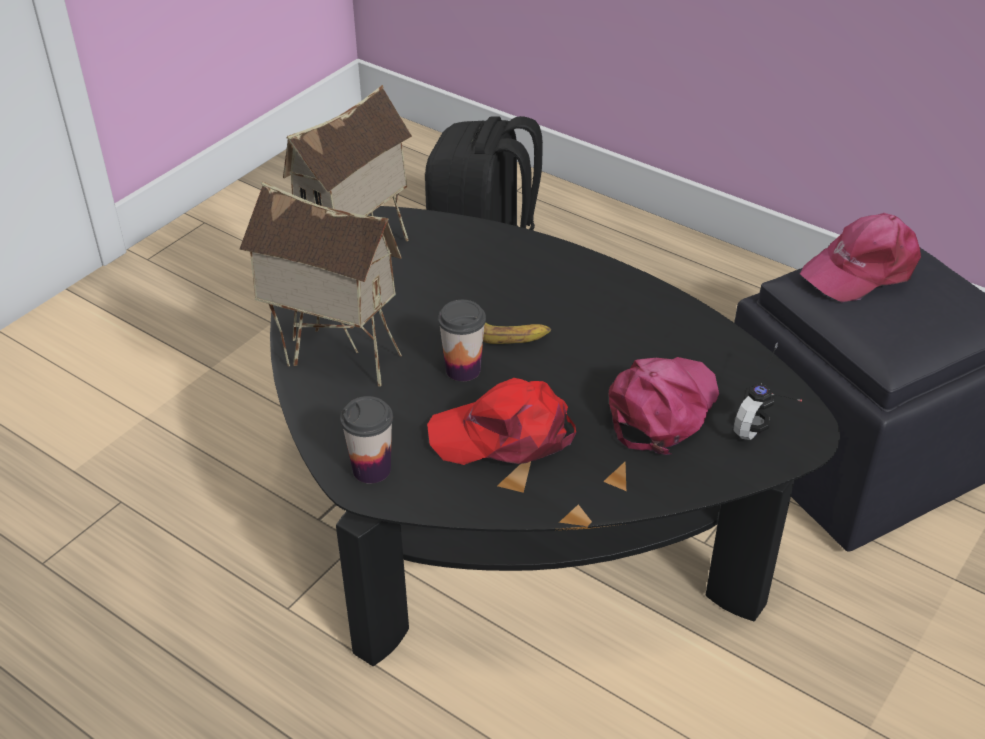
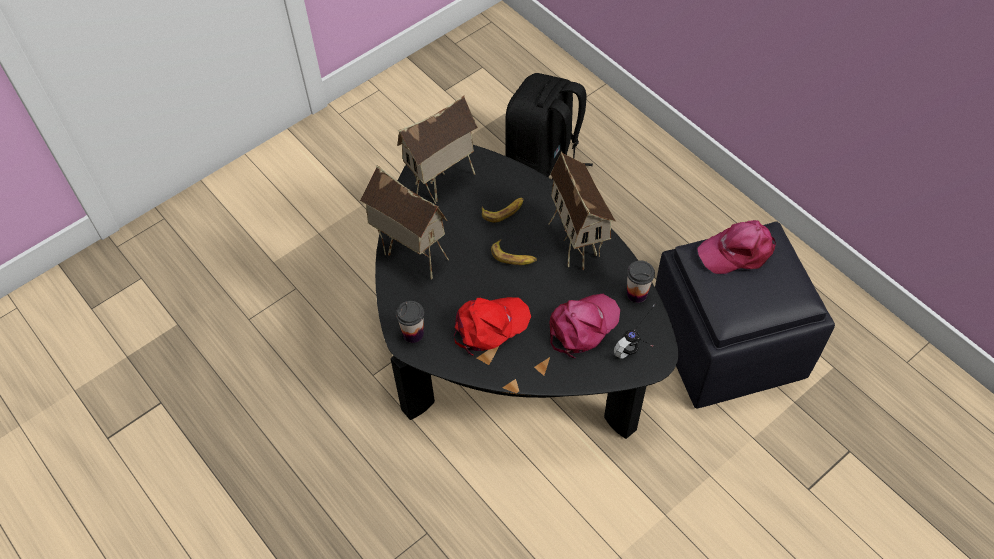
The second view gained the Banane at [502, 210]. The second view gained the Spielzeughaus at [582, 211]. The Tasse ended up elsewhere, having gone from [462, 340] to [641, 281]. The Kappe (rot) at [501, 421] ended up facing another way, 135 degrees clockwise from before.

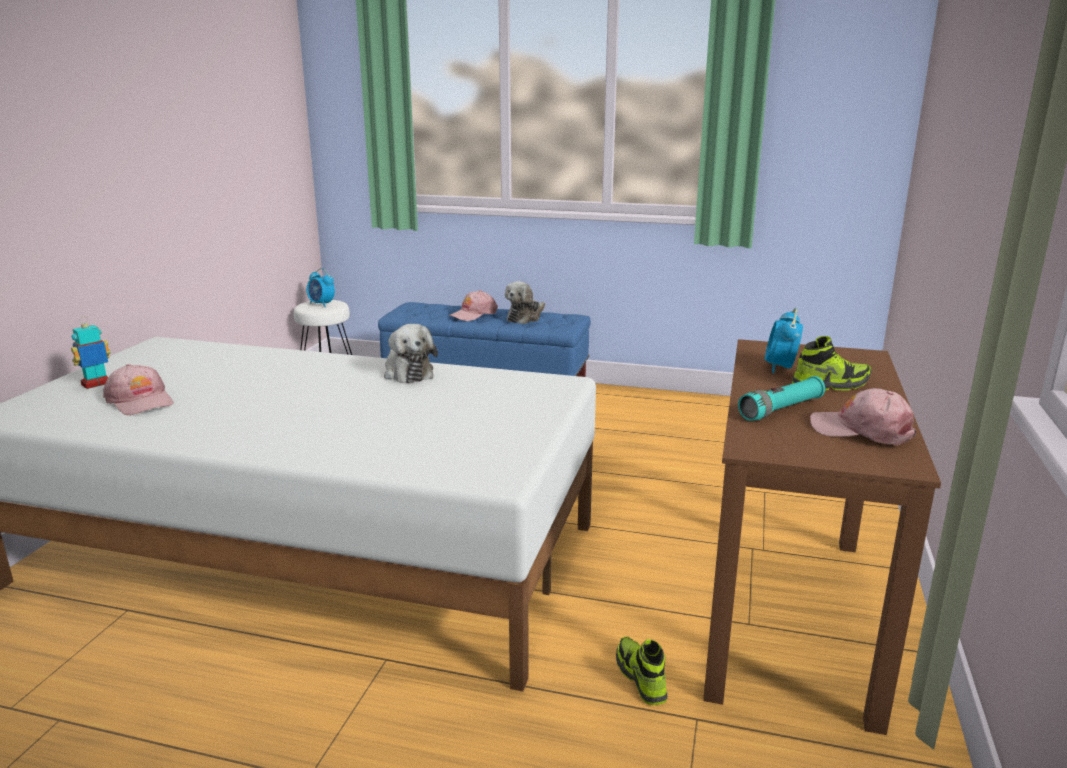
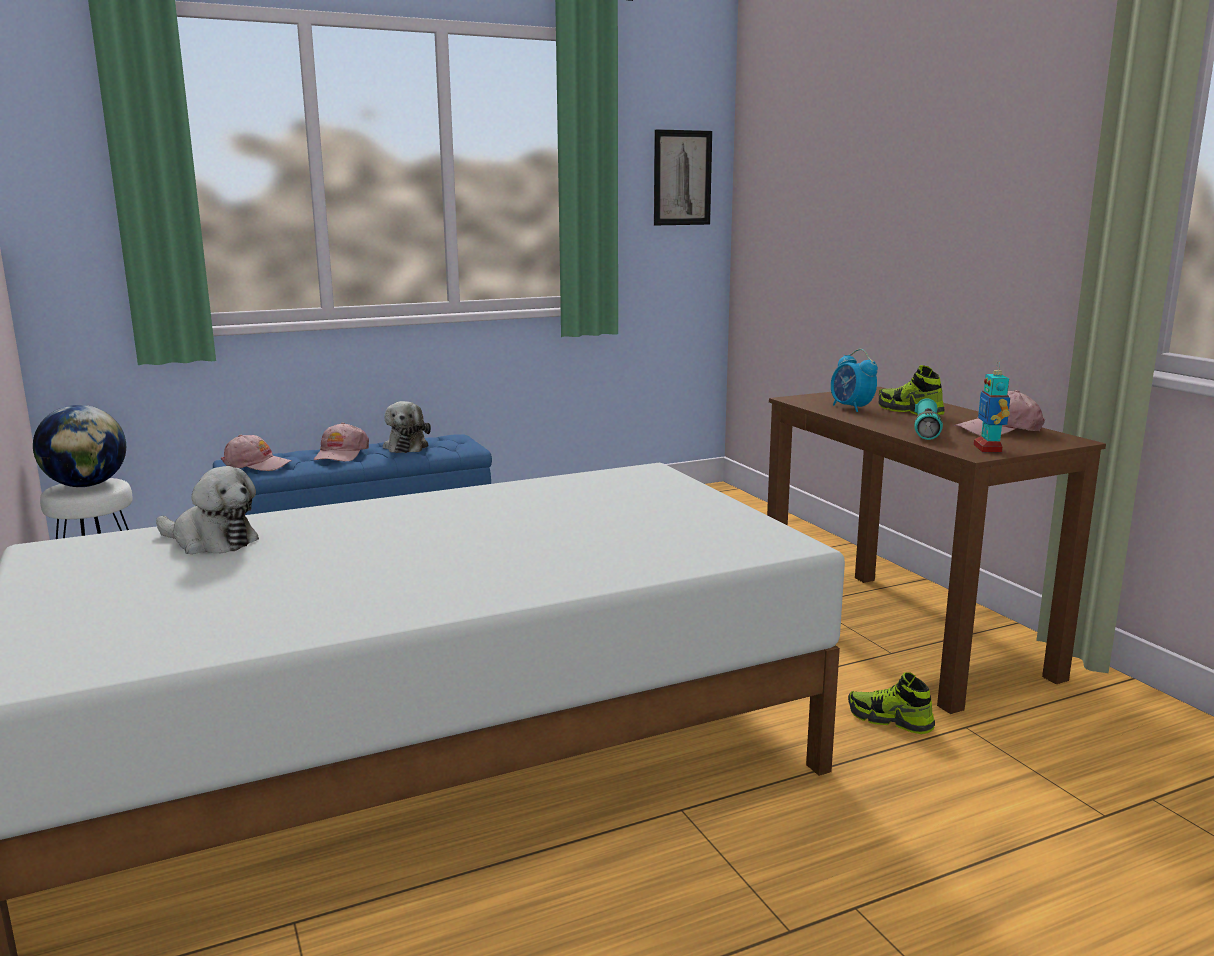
The second view gained the Bild at [683, 177]. The Spielzeugroboter ended up elsewhere, having gone from [91, 353] to [992, 406]. The Kappe (rosa) ended up elsewhere, having gone from [138, 389] to [256, 453]. The Plüschtier ended up elsewhere, having gone from [411, 353] to [207, 510]. Where the Wecker stood at [321, 287], the Globus came to stand at [79, 446]. The Schuh at [832, 363] ended up facing another way, 75 degrees counterclockwise from before.

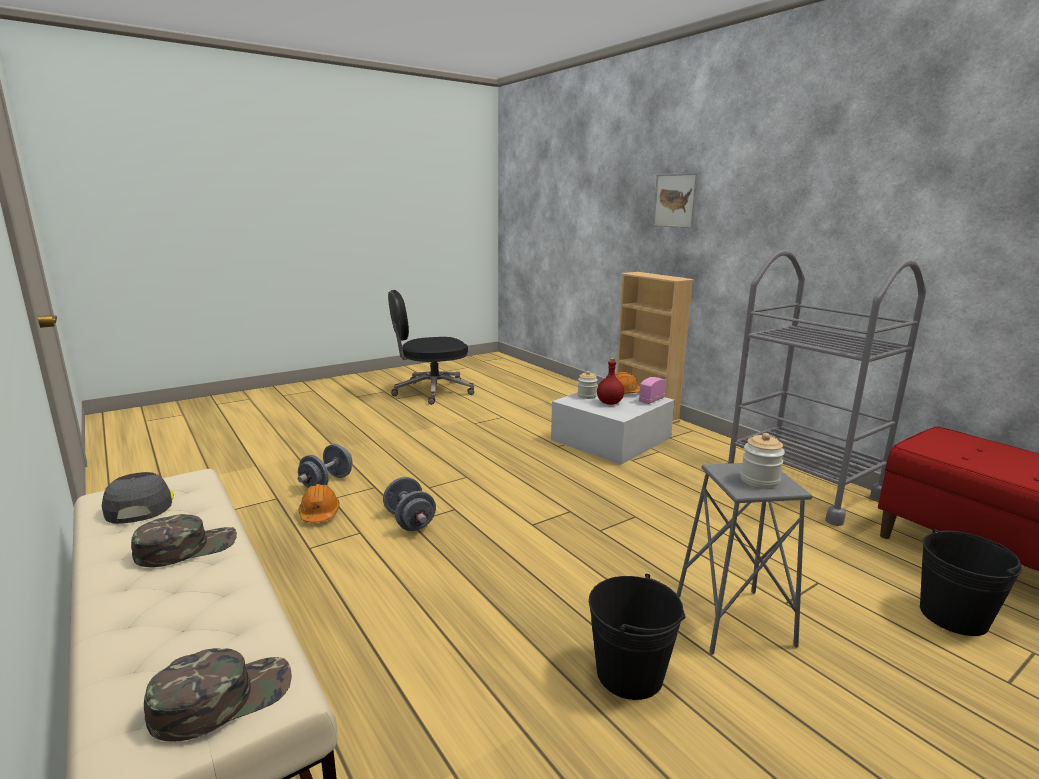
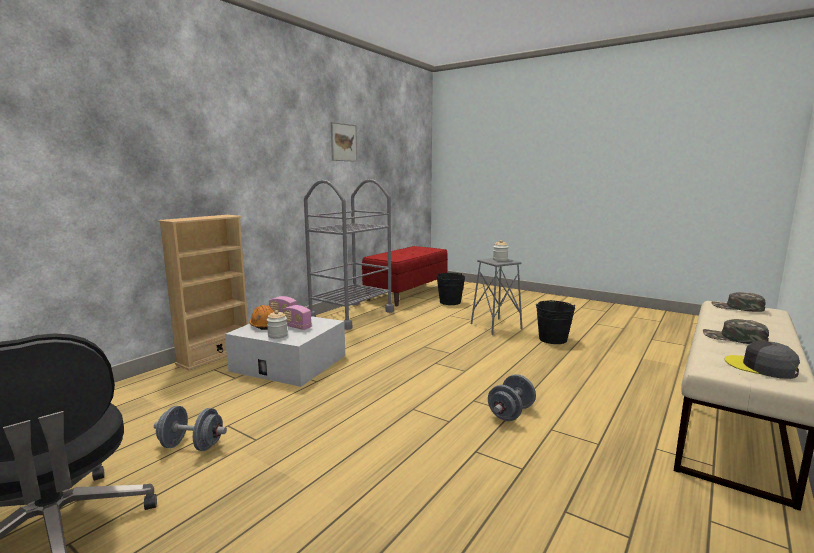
The second view lost the Schutzhelm (orange) at [319, 503]. The Hantel (grau) ended up elsewhere, having gone from [325, 466] to [190, 428]. The Bild ended up elsewhere, having gone from [675, 200] to [344, 142]. Where the Flasche (rot) stood at [610, 381], the Radio came to stand at [297, 317]. The Kappe (grau) at [138, 498] ended up facing another way, 90 degrees clockwise from before.

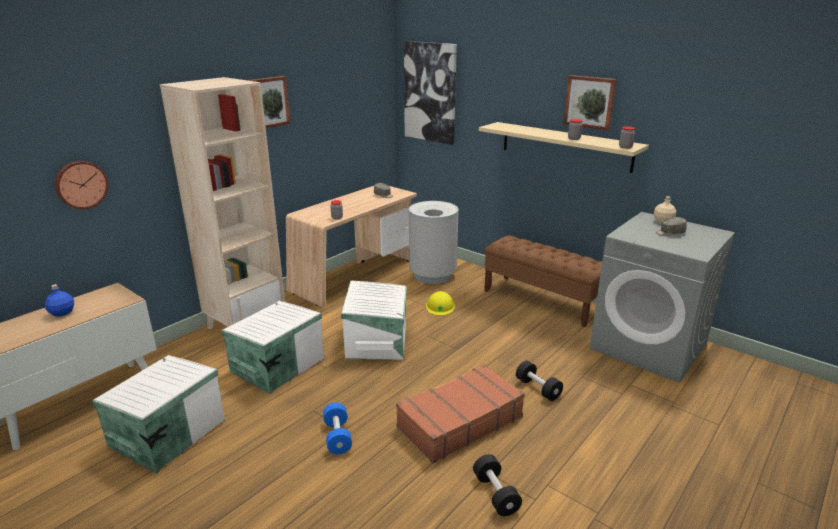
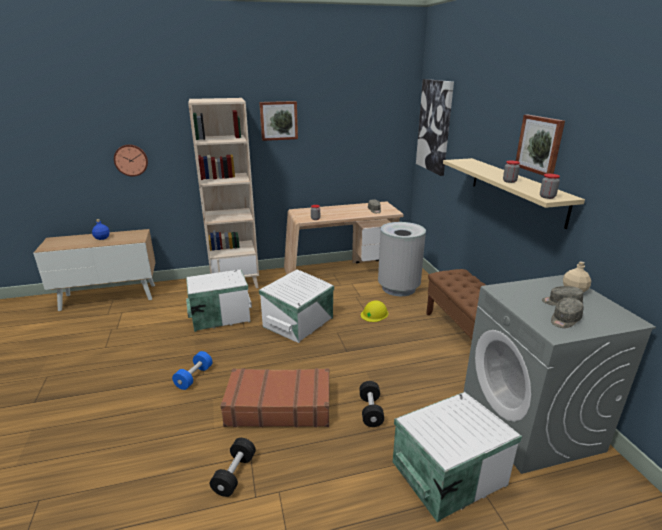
The second view gained the Kappe (grau) at [567, 313]. The Aufbewahrungsbox (weiß) ended up elsewhere, having gone from [158, 414] to [457, 457].

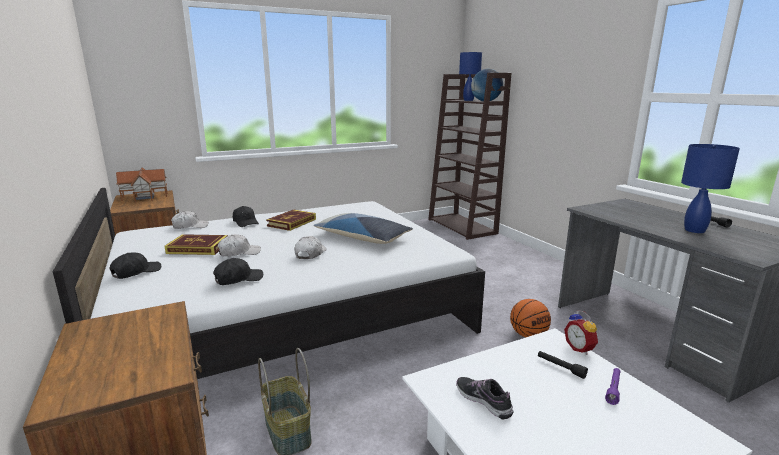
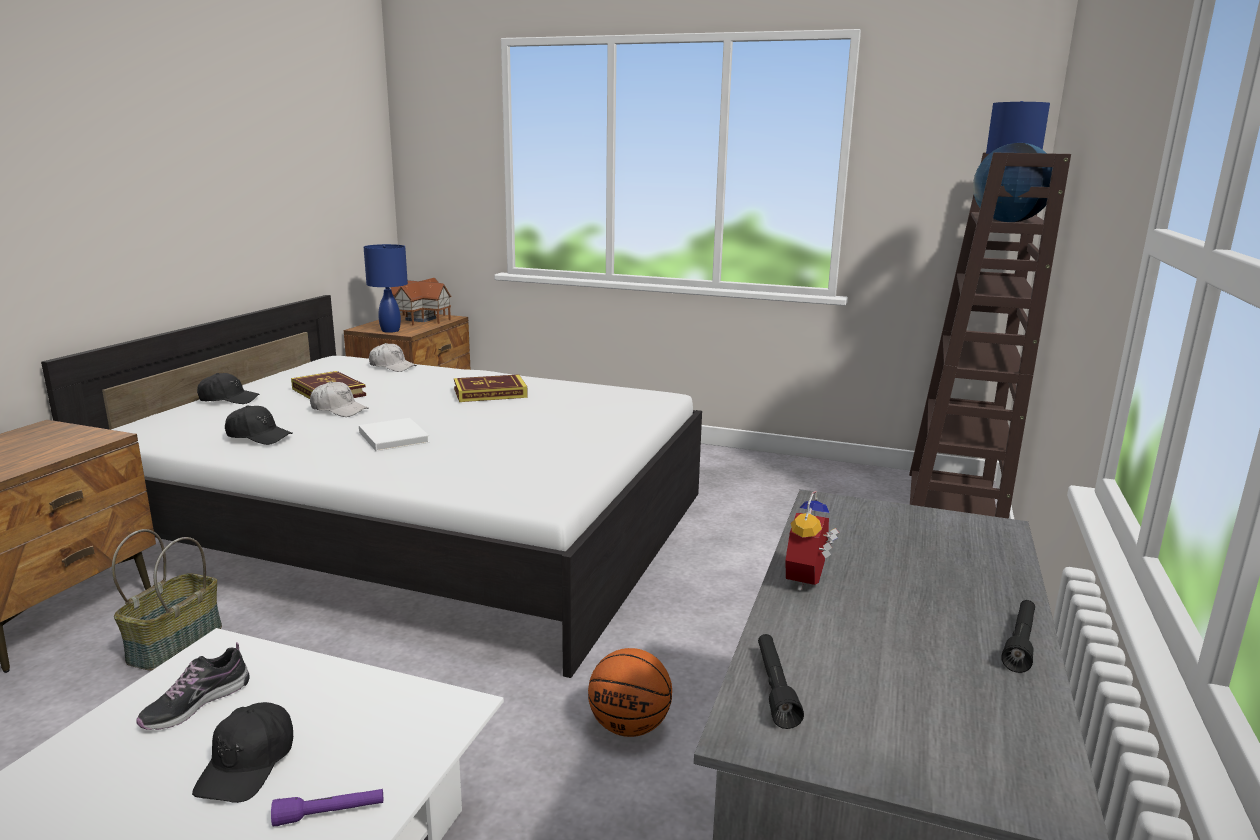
The second view lost the Kissen at [363, 228]. The Kappe (schwarz) ended up elsewhere, having gone from [246, 216] to [242, 752]. The Taschenlampe (schwarz) ended up elsewhere, having gone from [563, 365] to [781, 681]. The Wecker ended up elsewhere, having gone from [581, 332] to [812, 541]. The Tischlampe (blau) ended up elsewhere, having gone from [710, 188] to [386, 288]. Where the Kappe (weiß) stood at [310, 247], the Buch (weiß) came to stand at [394, 435]. The Schuh at [485, 398] ended up facing another way, 150 degrees counterclockwise from before.

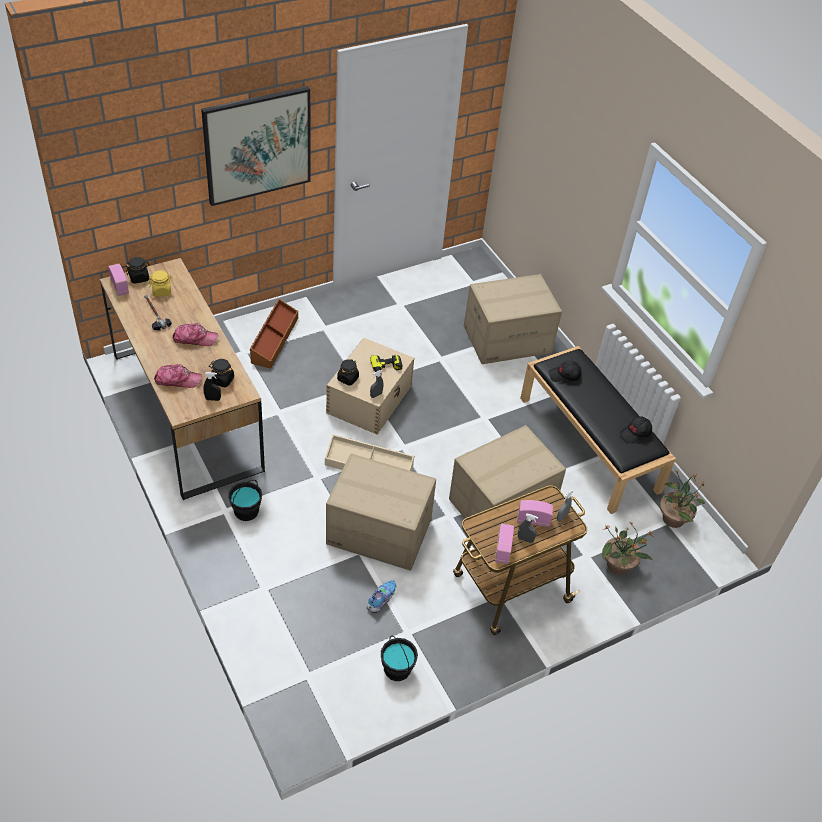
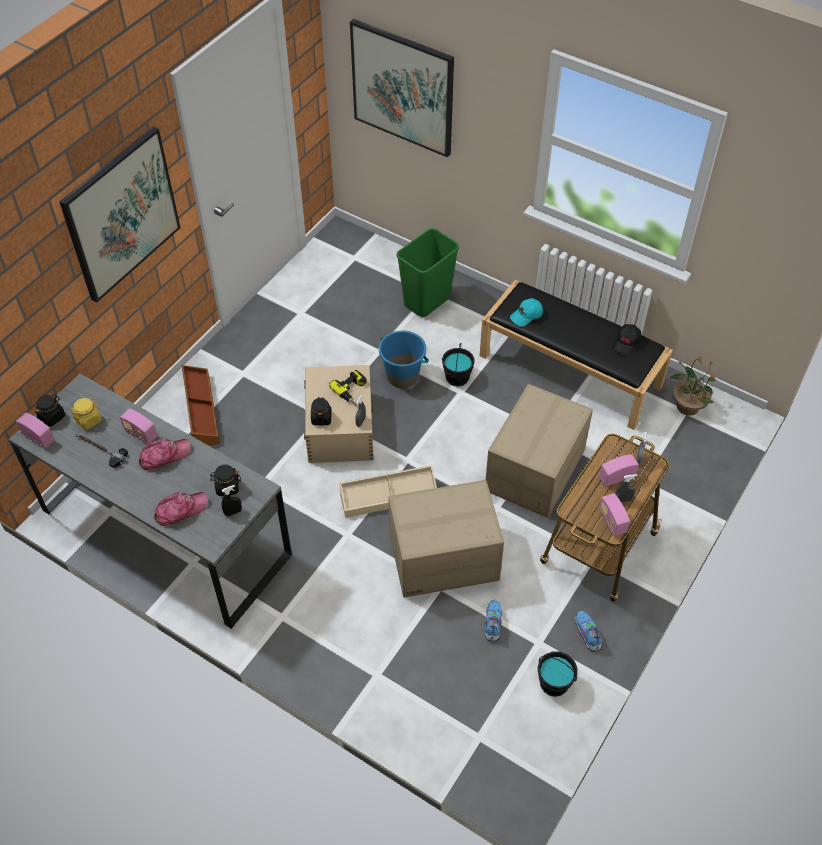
The second view lost the Topfpflanze at [627, 548]. The second view gained the Radio at [139, 427]. The second view gained the Bild at [402, 88]. The second view gained the Eimer (blau) at [404, 359]. The second view gained the Schuh at [588, 631]. The Eimer (schwarz) ended up elsewhere, having gone from [245, 500] to [458, 364]. Where the Karton stood at [513, 319], the Mülleimer (grün) came to stand at [427, 272]. What was the Schreibtisch (braun) at [182, 379] turned into the Schreibtisch (grau) at [150, 501]. What was the Kappe (schwarz) at [565, 371] turned into the Kappe (türkis) at [526, 312].

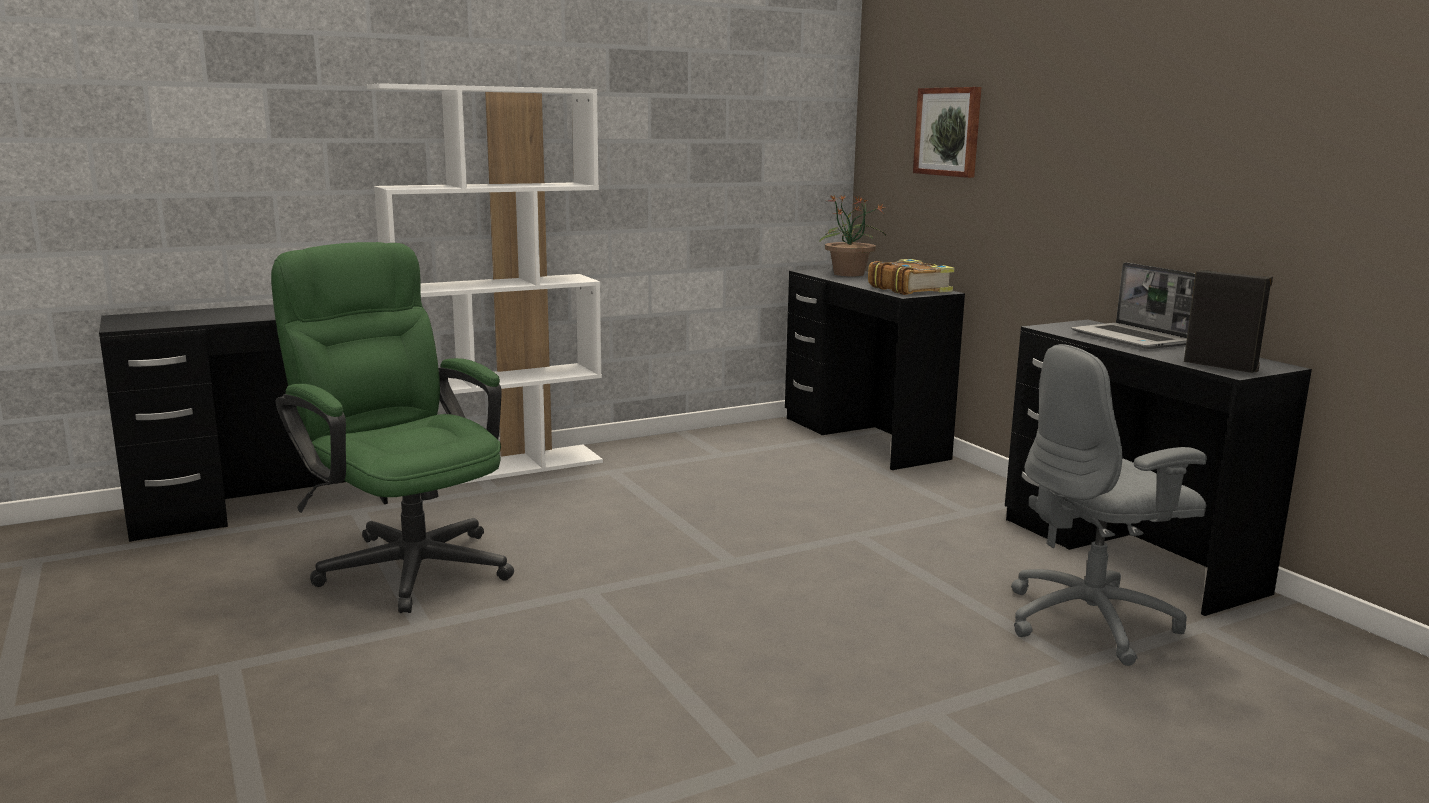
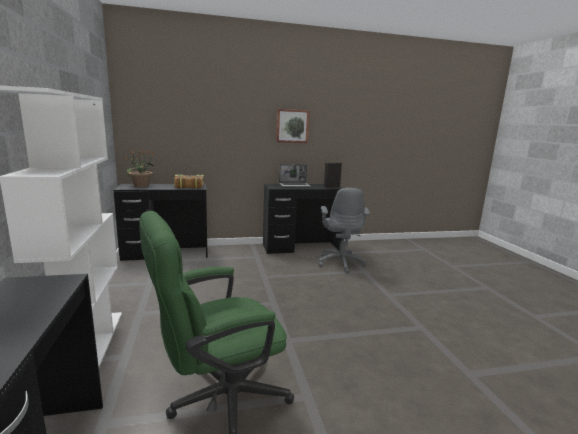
The Bild ended up elsewhere, having gone from [947, 132] to [293, 126].

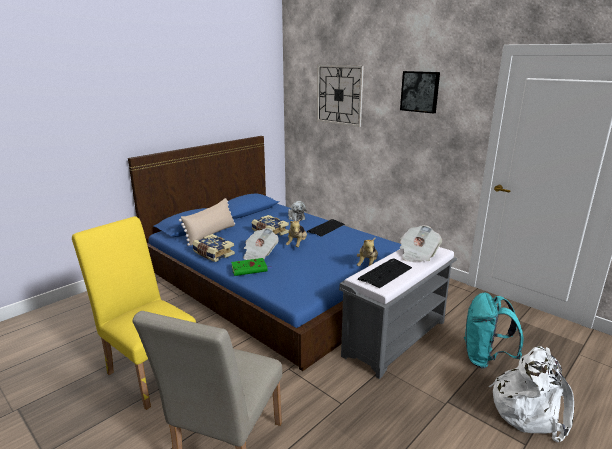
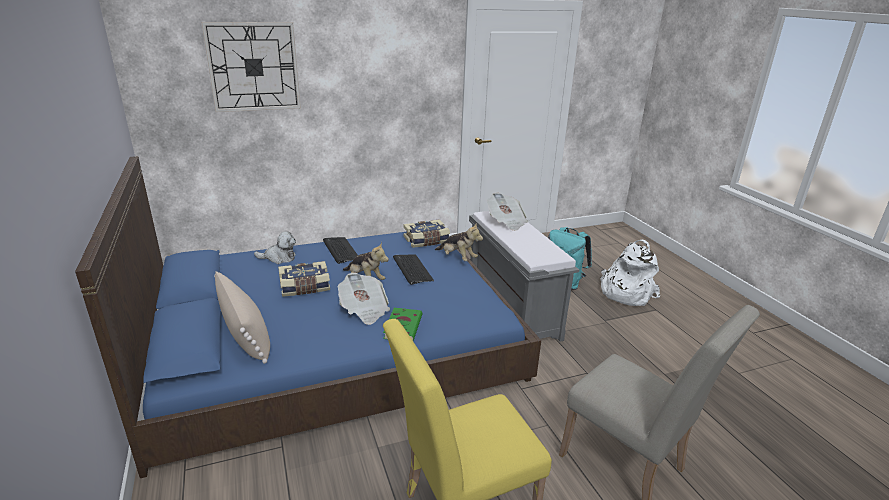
The second view lost the Bild at [420, 92]. The Buch ended up elsewhere, having gone from [213, 248] to [427, 234]. The Tastatur ended up elsewhere, having gone from [385, 273] to [413, 270].

